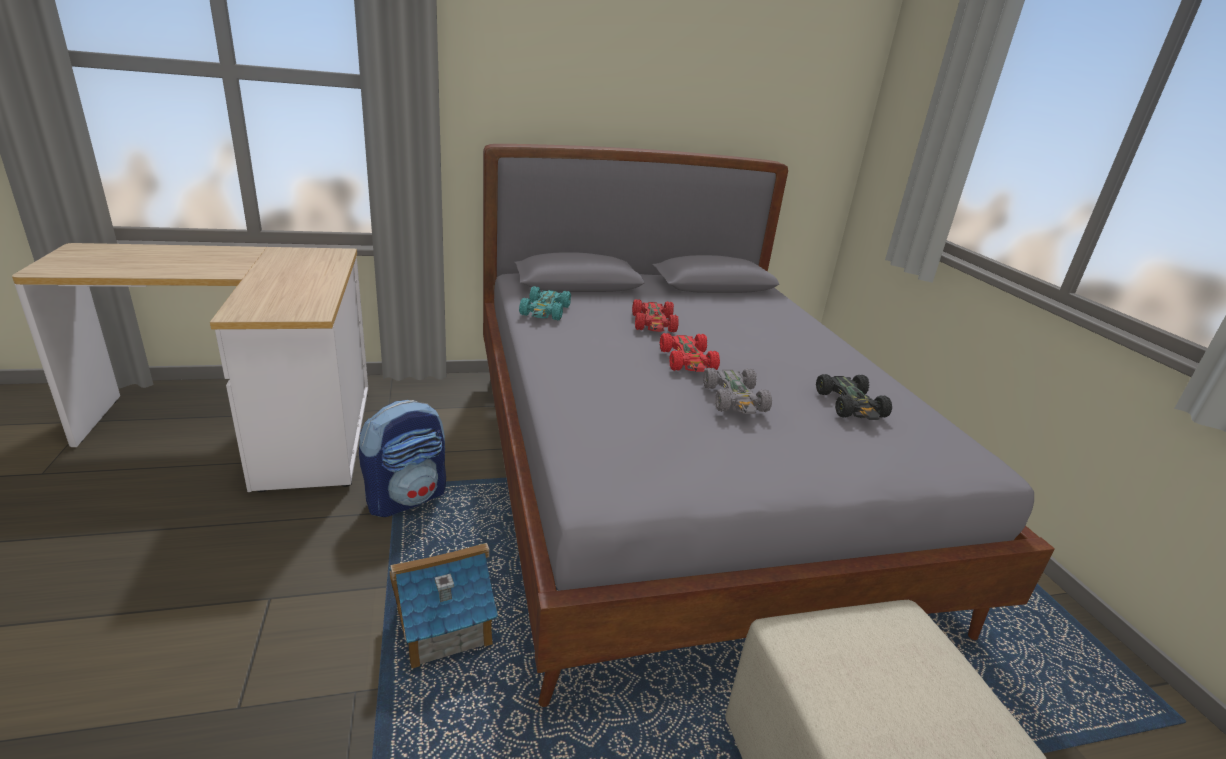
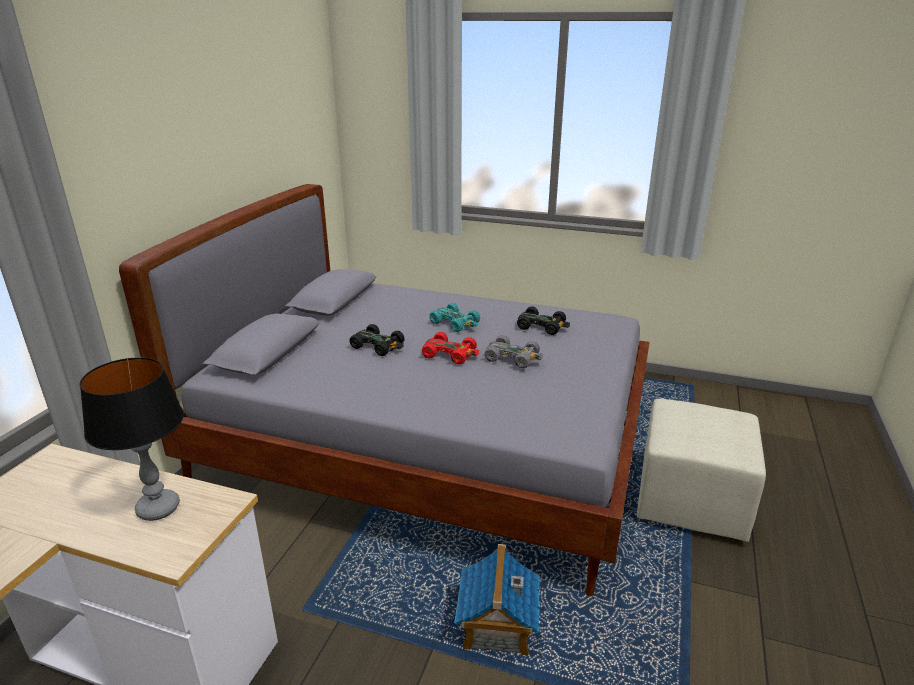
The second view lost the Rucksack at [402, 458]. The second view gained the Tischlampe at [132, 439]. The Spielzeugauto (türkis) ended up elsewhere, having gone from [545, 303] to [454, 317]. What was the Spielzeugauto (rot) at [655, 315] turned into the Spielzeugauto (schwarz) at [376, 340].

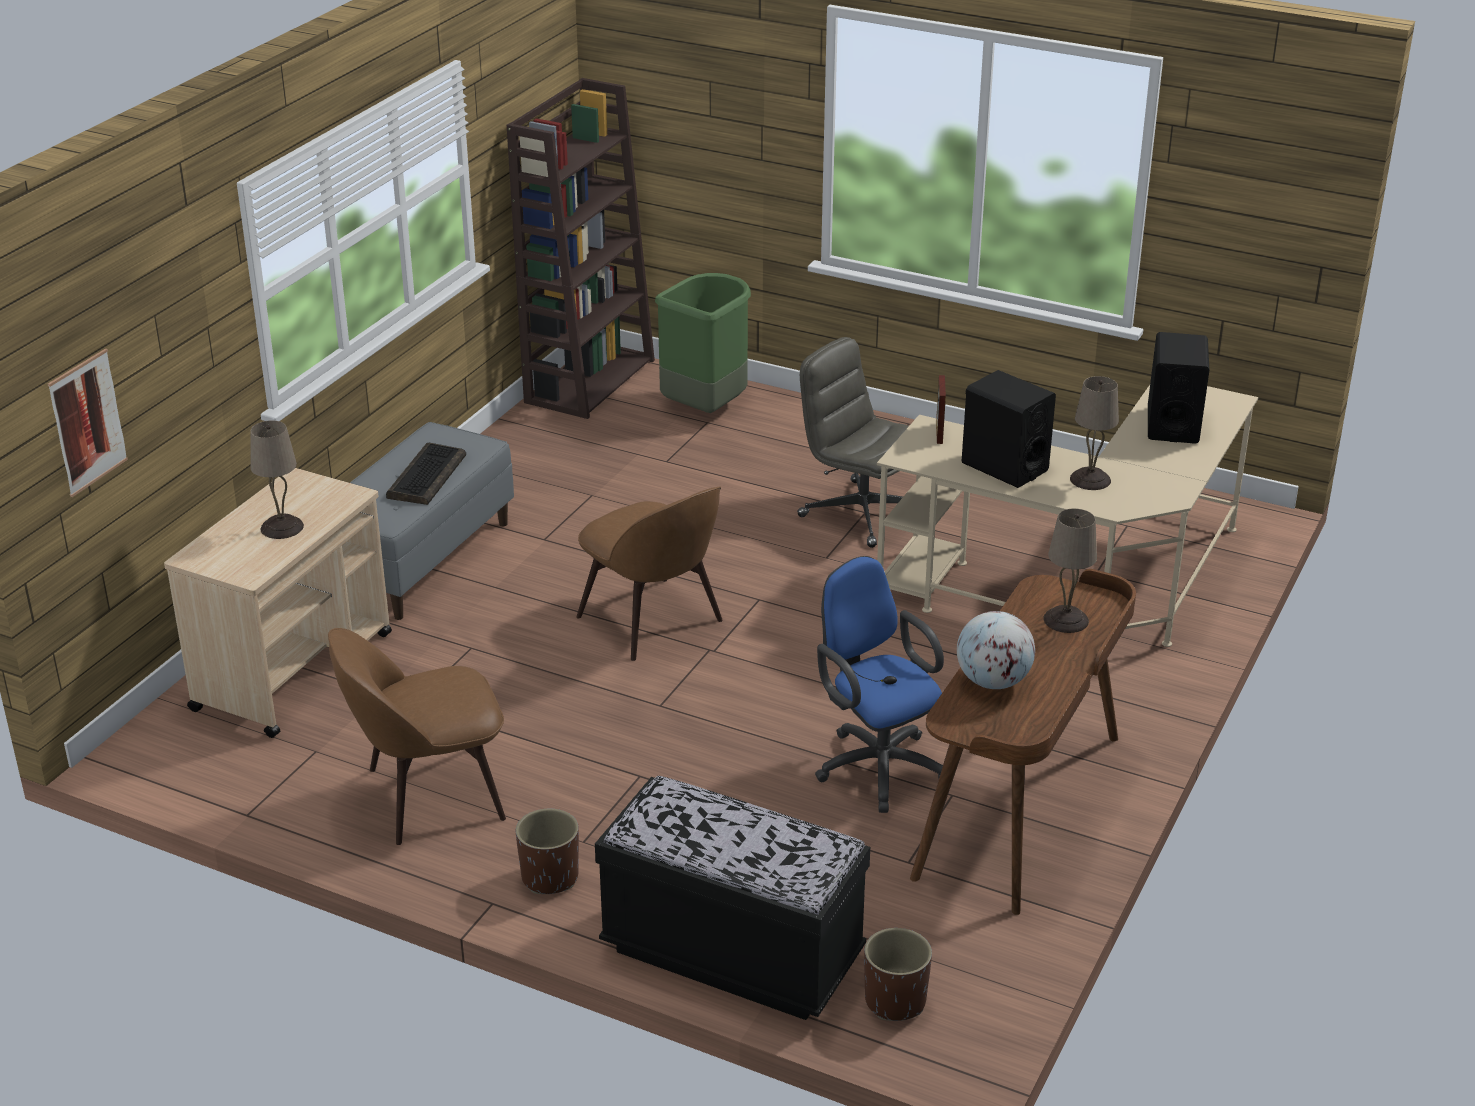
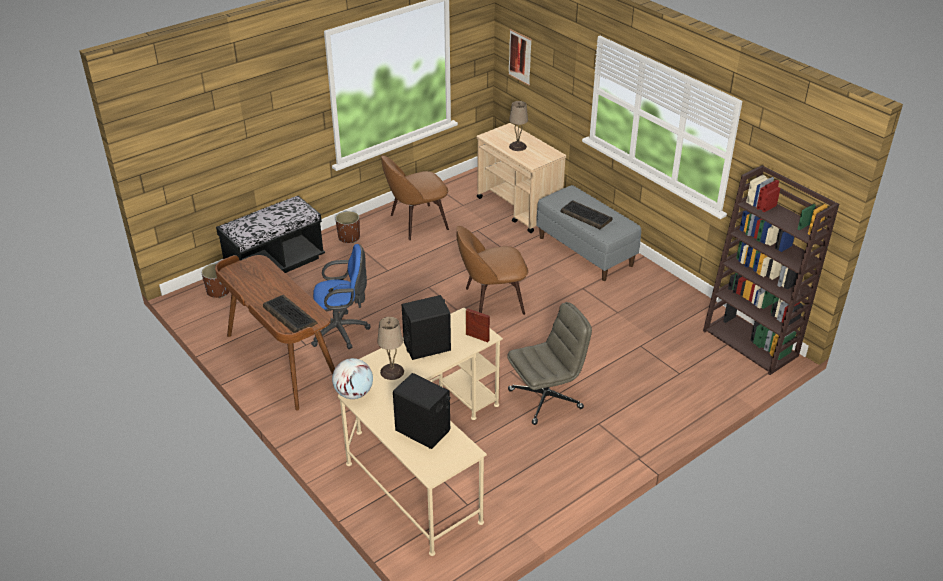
The second view lost the Mülleimer (grün) at [703, 343]. The Globus ended up elsewhere, having gone from [996, 650] to [352, 378]. Where the Tischlampe (beige) stood at [1070, 570], the Tastatur came to stand at [290, 314]. The Stuhl (braun) at [417, 736] ended up facing another way, 120 degrees counterclockwise from before.

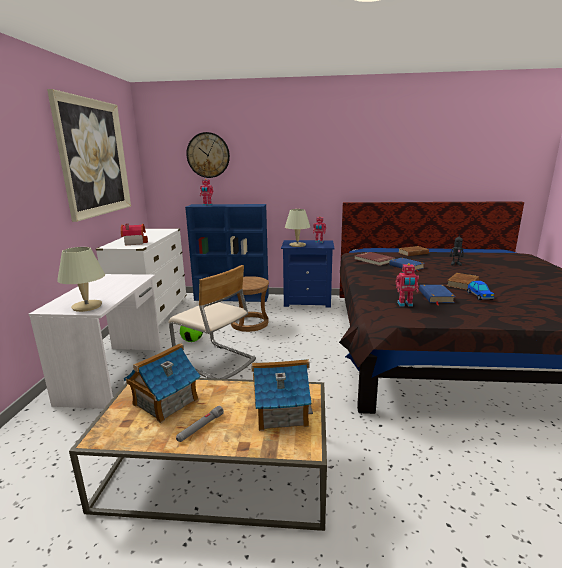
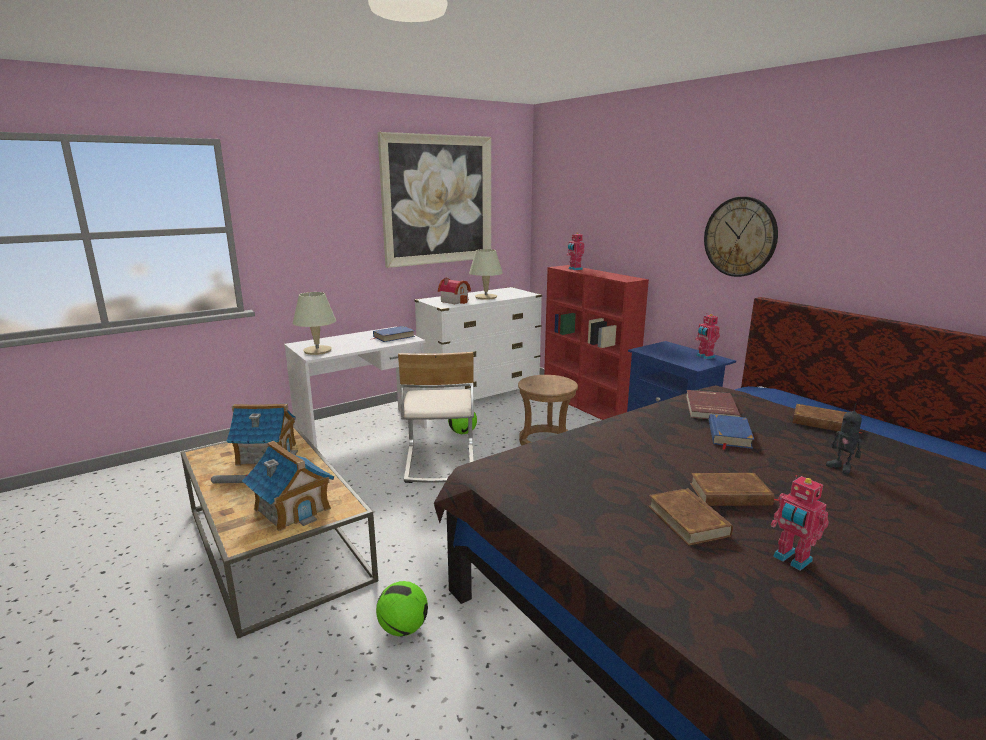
The second view gained the Fußball at [402, 608]. The Wanduhr ended up elsewhere, having gone from [208, 155] to [741, 237]. The Tischlampe (beige) ended up elsewhere, having gone from [297, 228] to [486, 274]. The Spielzeugroboter ended up elsewhere, having gone from [407, 285] to [800, 523]. The Buch (blau) ended up elsewhere, having gone from [437, 295] to [392, 334]. Where the Spielzeugauto stood at [480, 290], the Buch (braun) came to stand at [690, 517]. What was the Bücherregal (blau) at [227, 253] turned into the Bücherregal (rot) at [596, 342].

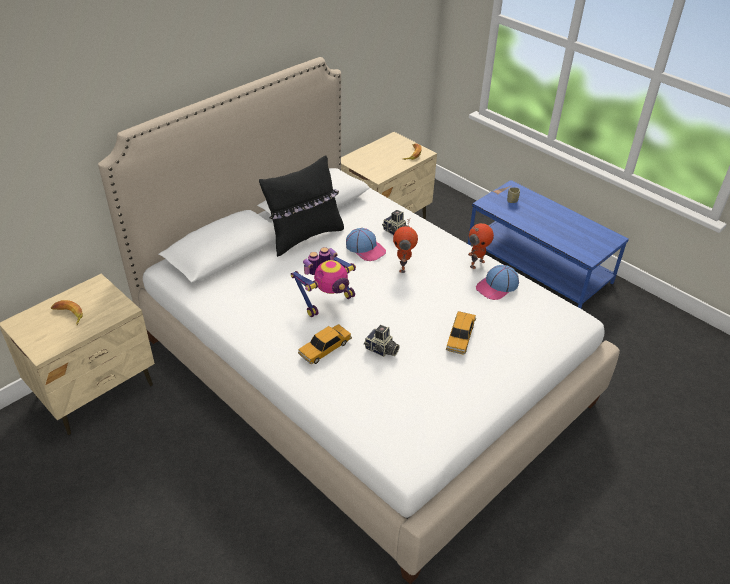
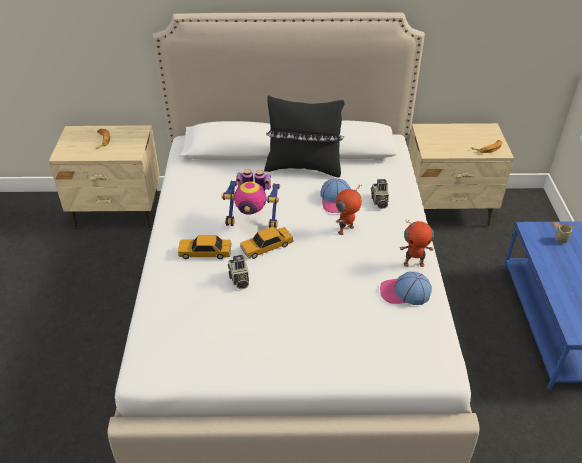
The Spielzeugauto ended up elsewhere, having gone from [461, 333] to [267, 242].

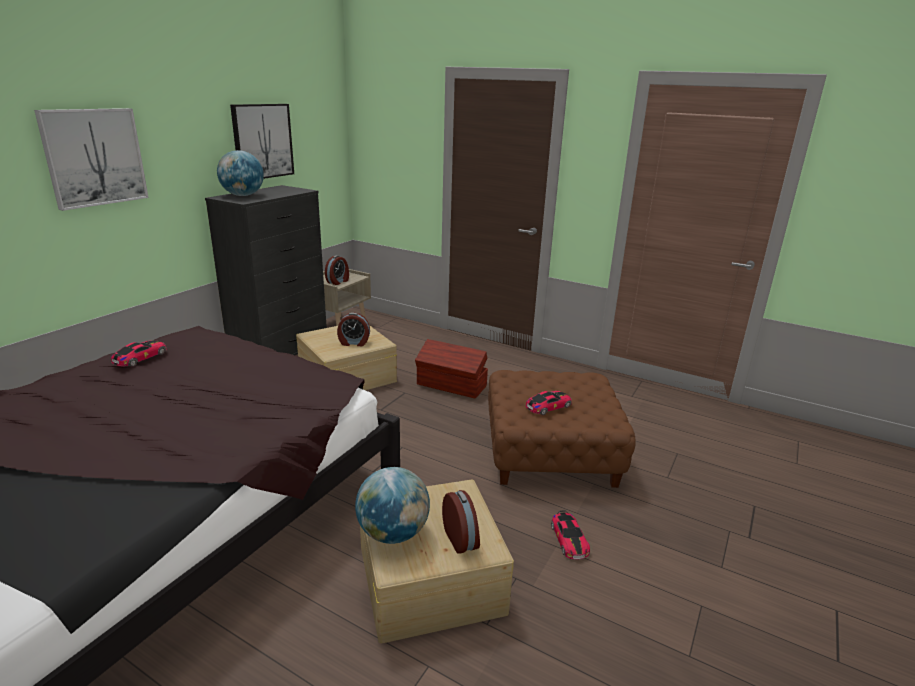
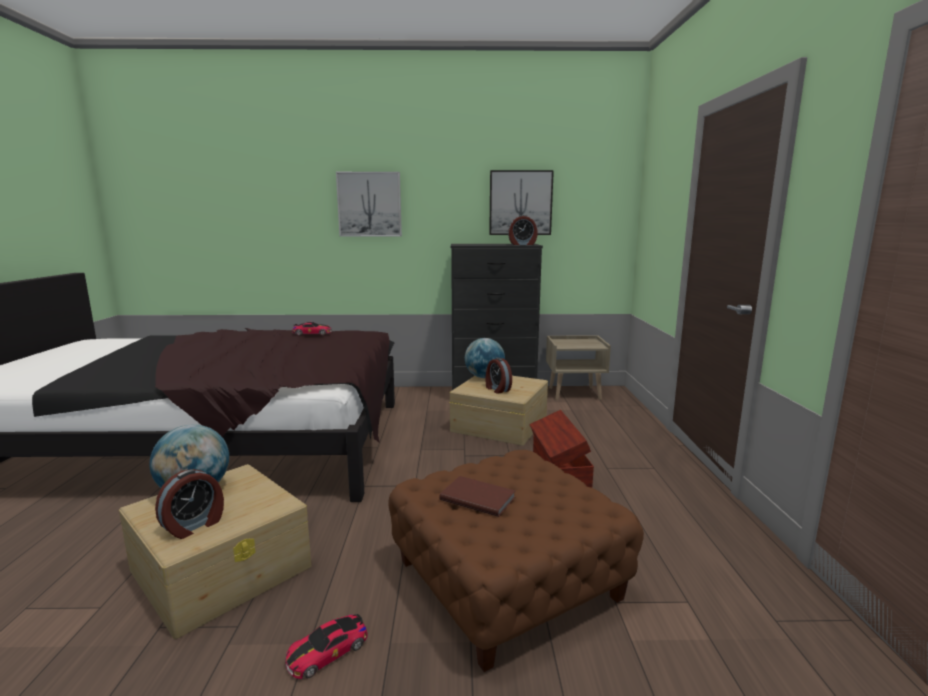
The Globus ended up elsewhere, having gone from [240, 173] to [485, 358]. The Wecker ended up elsewhere, having gone from [337, 270] to [523, 230]. Where the Spielzeugauto stood at [548, 403], the Buch (braun) came to stand at [477, 496].

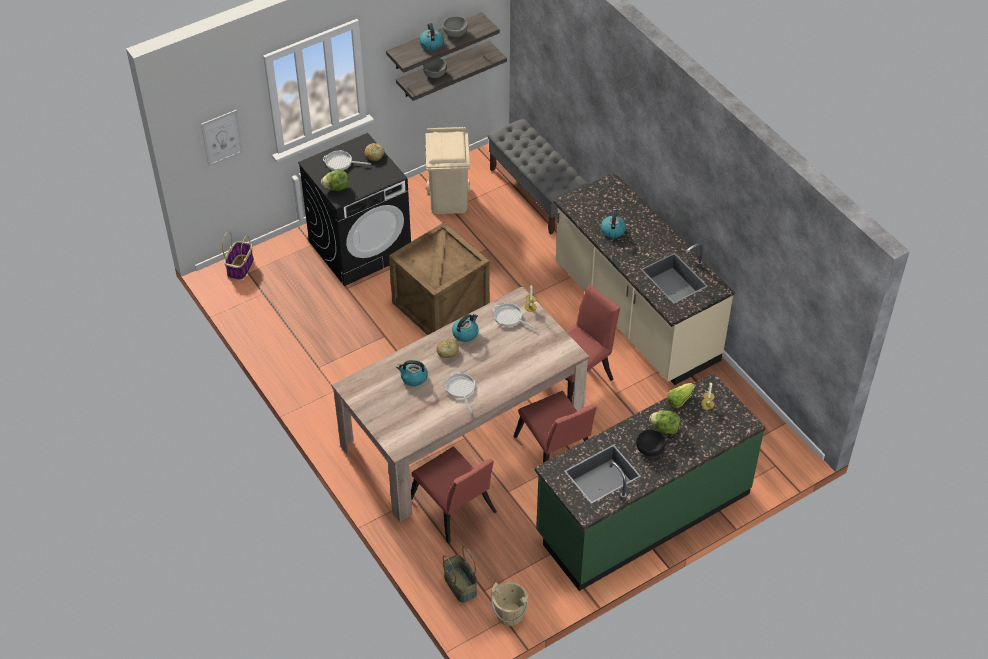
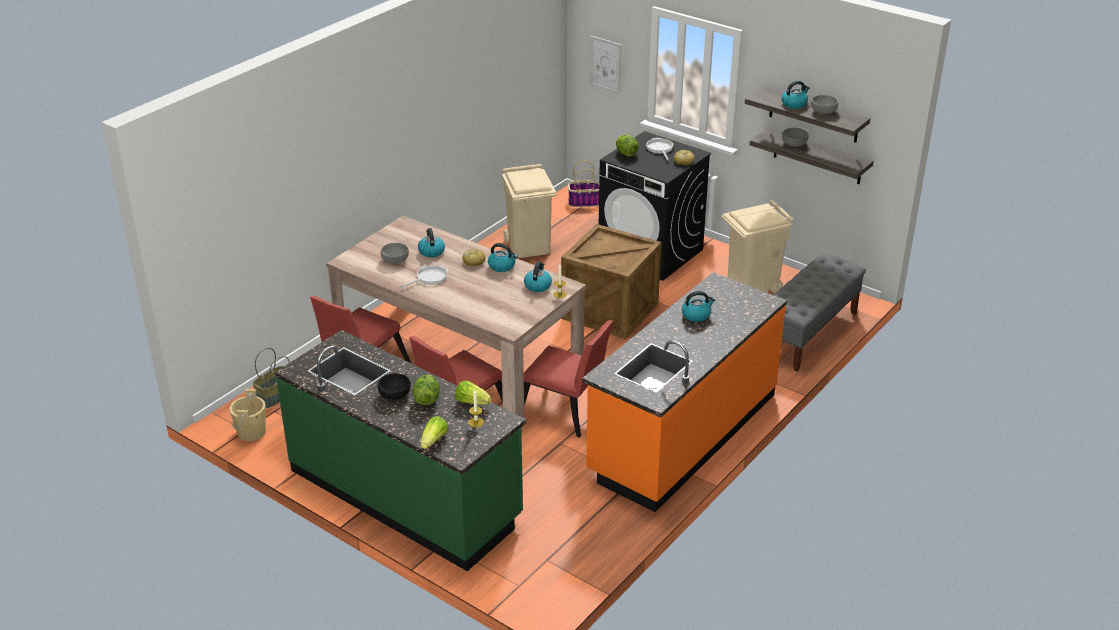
The second view gained the Schüssel (grau) at [395, 253]. The second view gained the Salatkopf at [435, 432]. The second view gained the Mülleimer (beige) at [529, 211]. Where the Pfanne stood at [515, 316], the Wasserkessel came to stand at [538, 277]. What was the Küchenzeile (beige) at [644, 278] turned into the Küchenzeile (orange) at [684, 392].

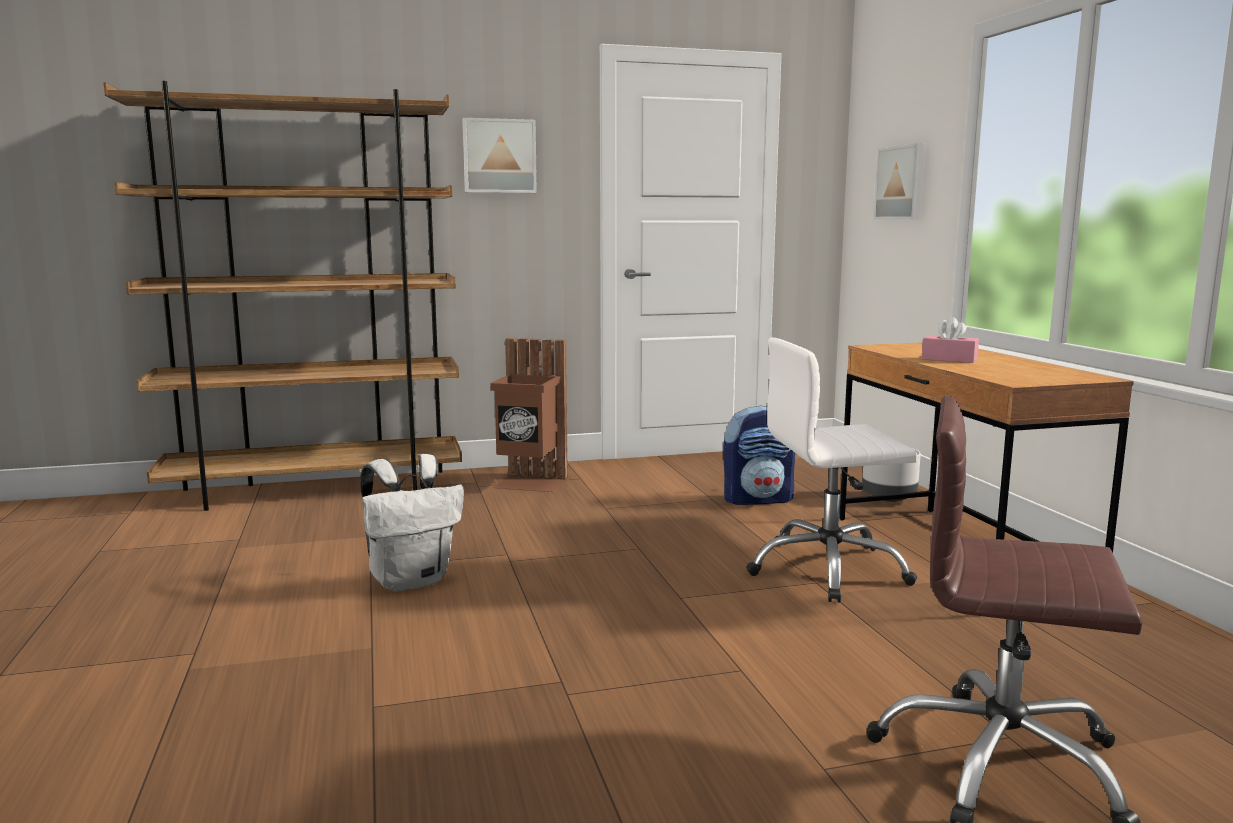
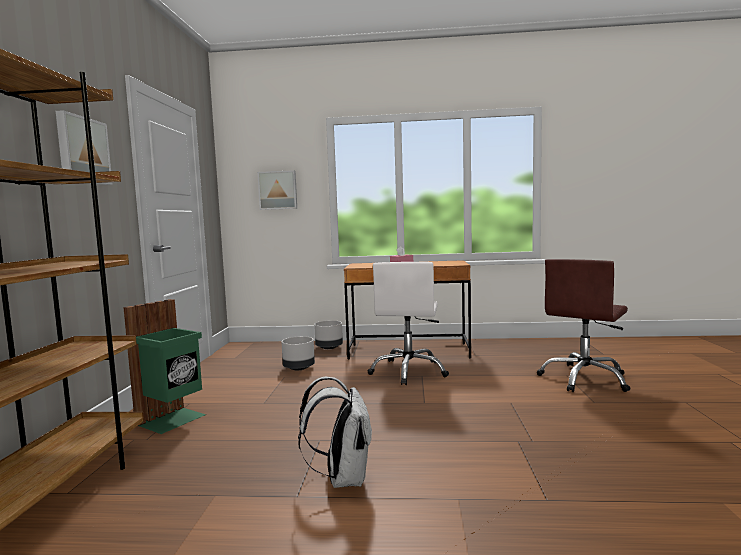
Where the Rucksack stood at [759, 455], the Pflanzkübel (grau) came to stand at [298, 353]. What was the Mülleimer (braun) at [529, 415] turned into the Mülleimer (grün) at [164, 366].

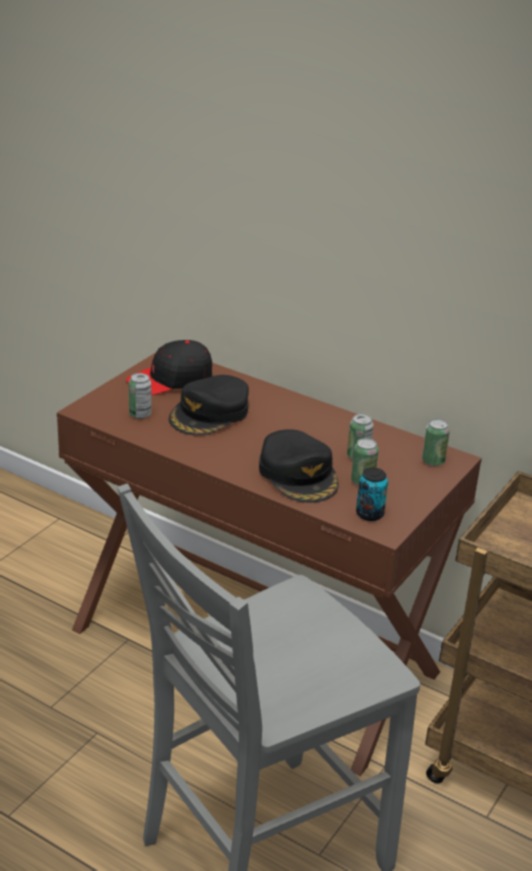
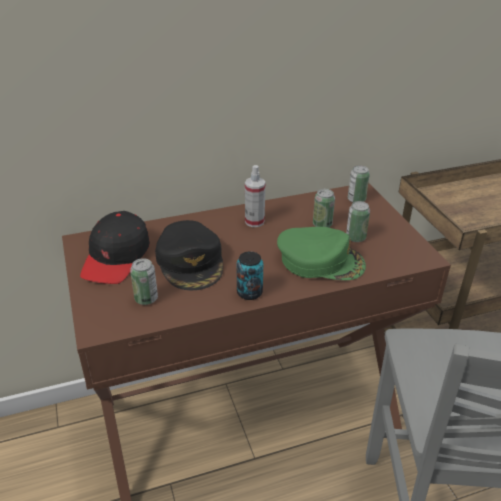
The second view gained the Sprühflasche at [255, 196]. The Dose ended up elsewhere, having gone from [372, 494] to [250, 275]. What was the Kappe (schwarz) at [299, 466] turned into the Kappe (grün) at [321, 253].

